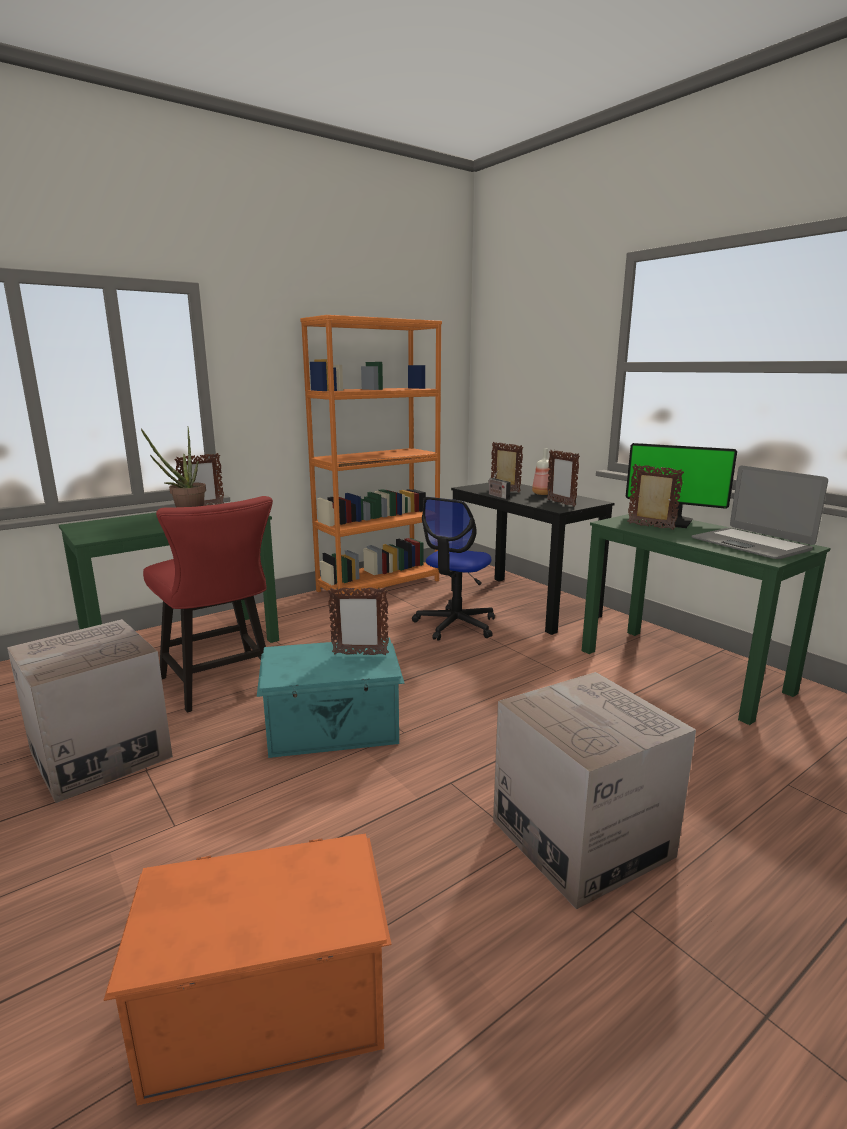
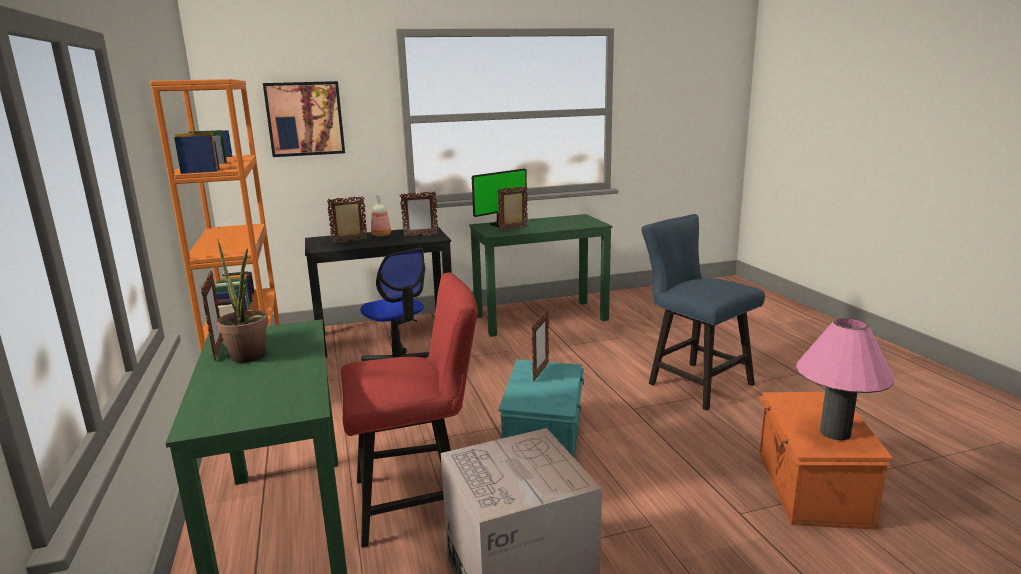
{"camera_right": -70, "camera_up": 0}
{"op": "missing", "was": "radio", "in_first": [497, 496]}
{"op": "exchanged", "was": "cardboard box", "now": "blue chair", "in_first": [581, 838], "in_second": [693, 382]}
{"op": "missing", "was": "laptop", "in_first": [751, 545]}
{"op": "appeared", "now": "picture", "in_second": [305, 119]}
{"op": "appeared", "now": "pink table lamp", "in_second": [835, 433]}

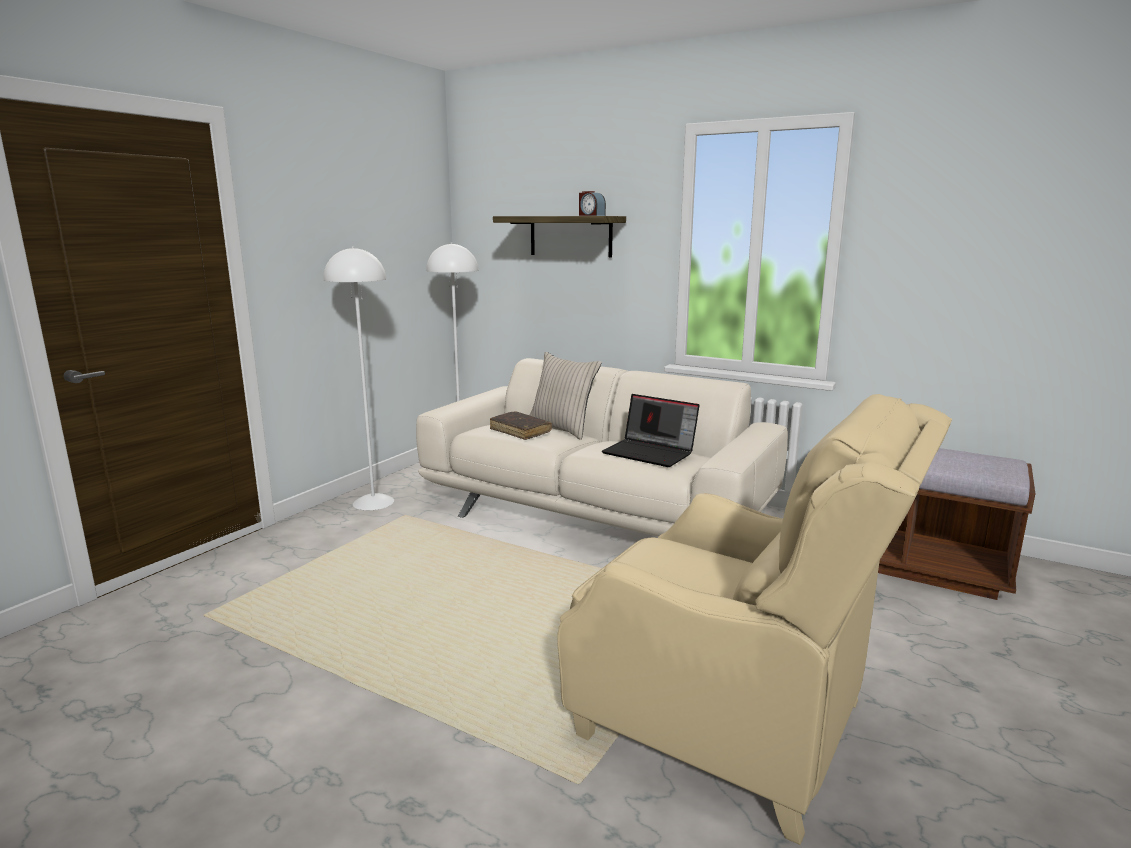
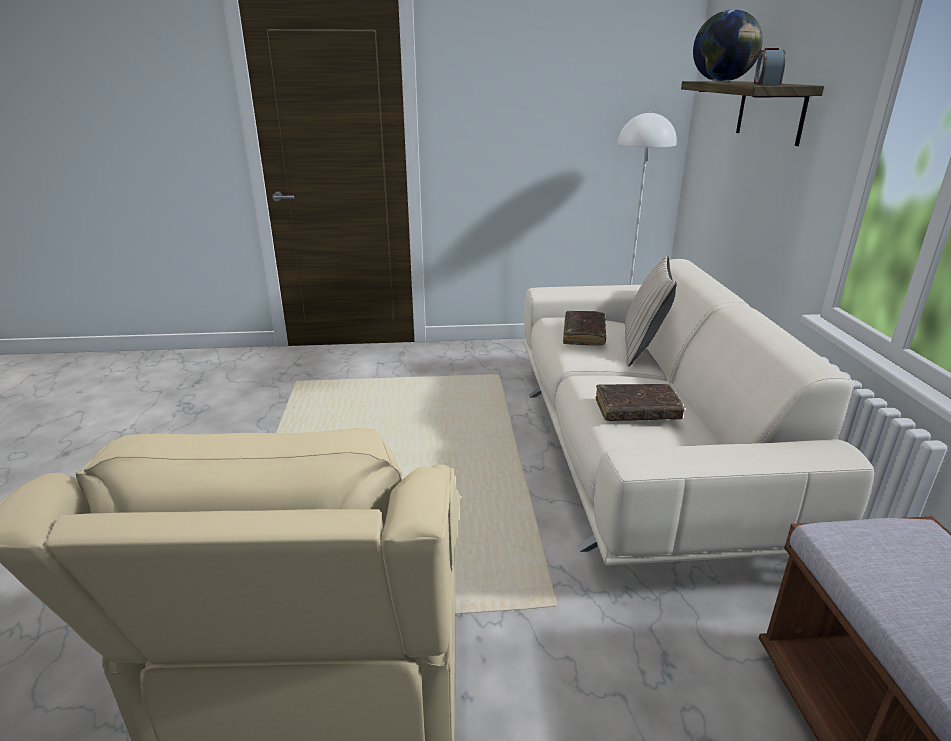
{"camera_right": 55, "camera_up": 10}
{"op": "missing", "was": "white floor lamp", "in_first": [373, 502]}
{"op": "exchanged", "was": "laptop", "now": "brown book", "in_first": [651, 452], "in_second": [637, 411]}
{"op": "appeared", "now": "globe", "in_second": [722, 81]}

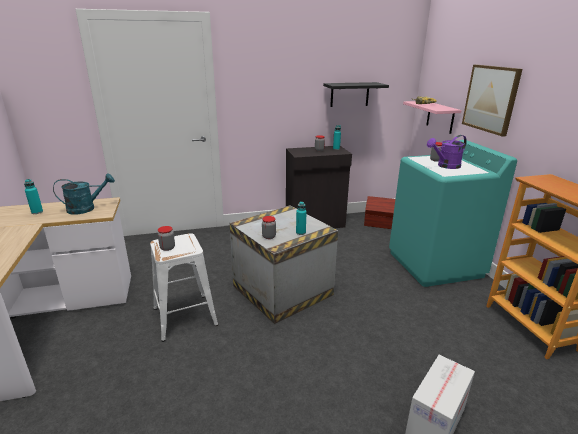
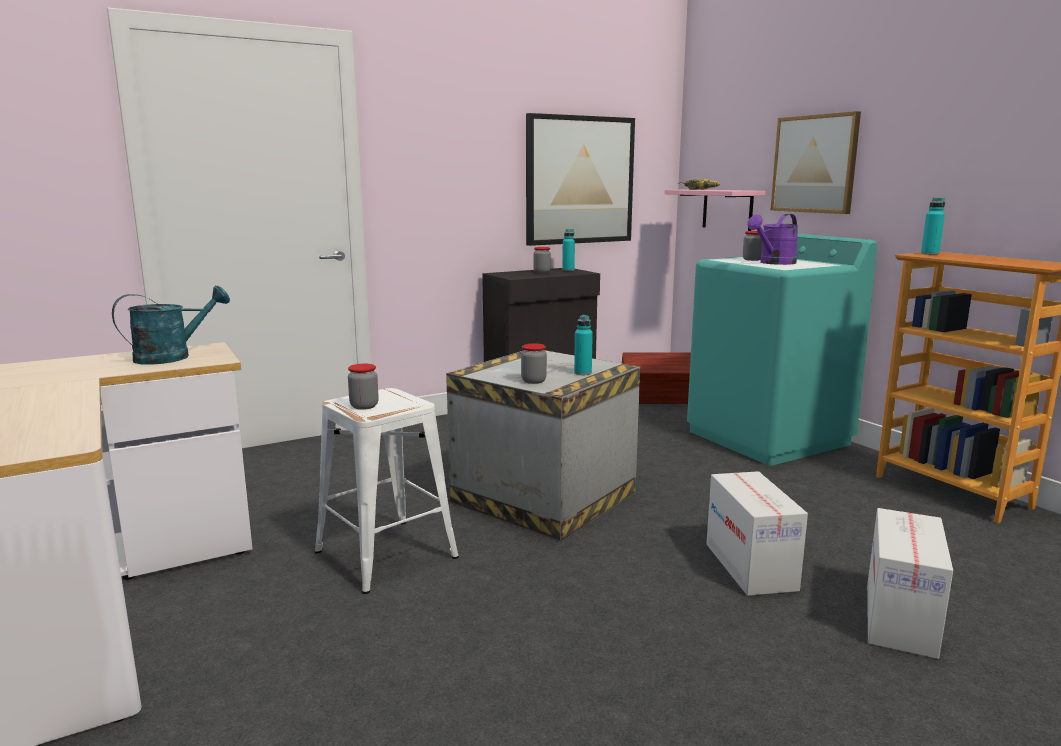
{"camera_right": -15, "camera_up": -10}
{"op": "relocated", "was": "turquoise bottle", "in_first": [37, 212], "in_second": [929, 254]}
{"op": "exchanged", "was": "black shelf", "now": "picture", "in_first": [349, 94], "in_second": [579, 180]}
{"op": "appeared", "now": "cardboard box", "in_second": [750, 566]}

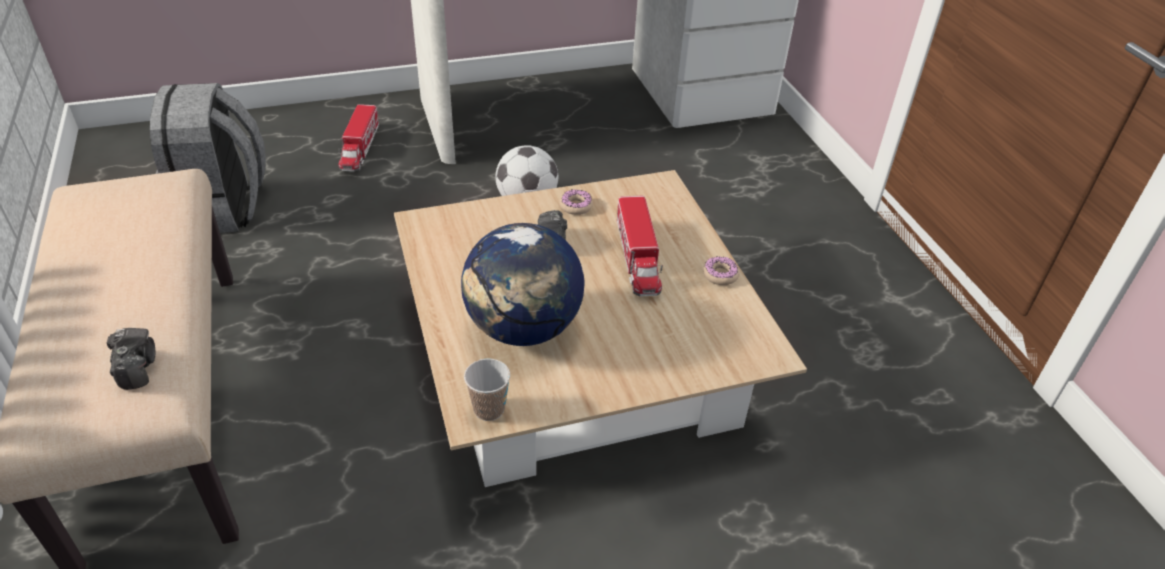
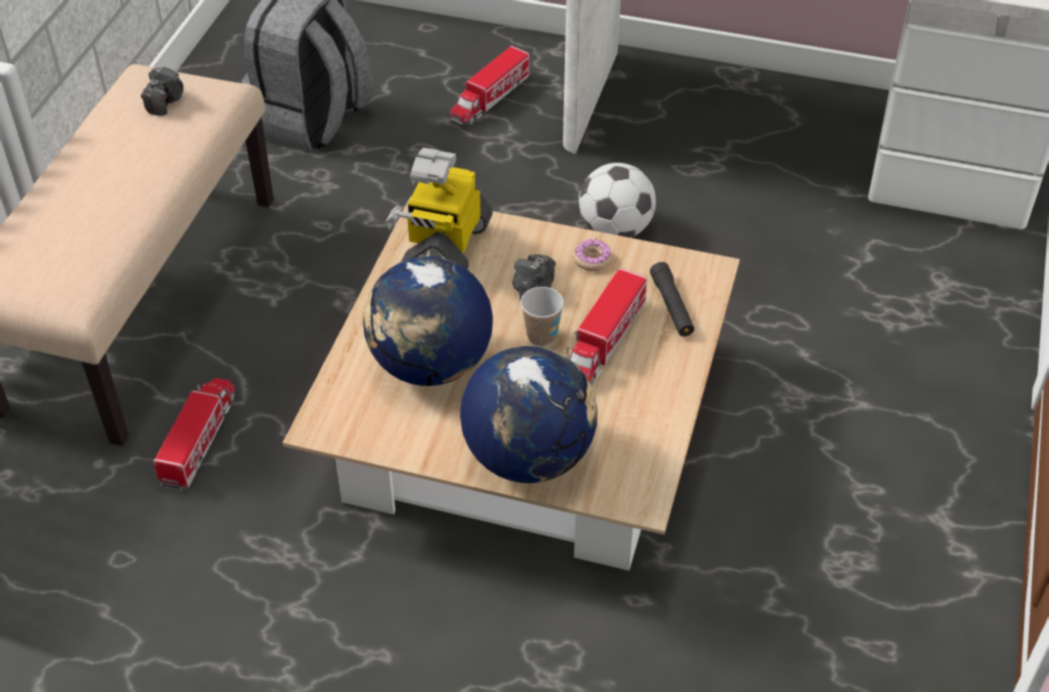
{"camera_right": 35, "camera_up": 5}
{"op": "relocated", "was": "photo camera", "in_first": [137, 367], "in_second": [166, 101]}
{"op": "relocated", "was": "cup", "in_first": [489, 409], "in_second": [541, 336]}
{"op": "missing", "was": "donut", "in_first": [720, 275]}
{"op": "appeared", "now": "toy truck", "in_second": [199, 439]}
{"op": "appeared", "now": "toy robot", "in_second": [444, 248]}
{"op": "appeared", "now": "globe", "in_second": [528, 456]}
{"op": "appeared", "now": "black flashlight", "in_second": [671, 306]}

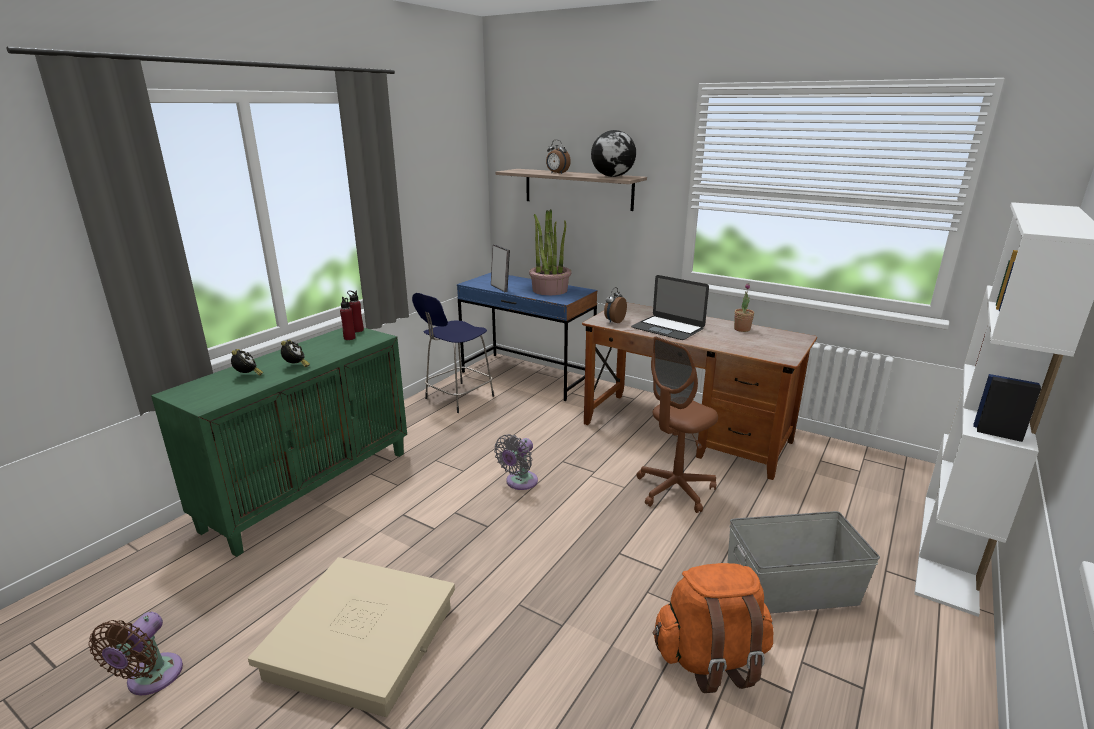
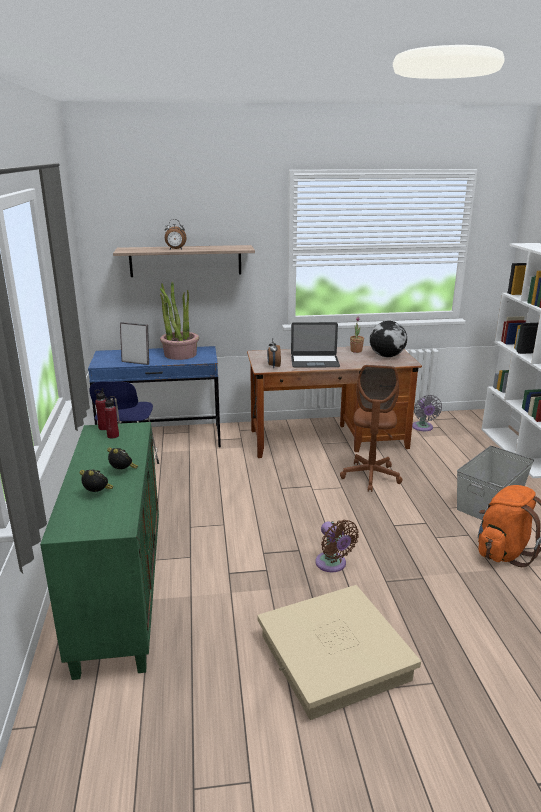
{"camera_right": -40, "camera_up": 0}
{"op": "relocated", "was": "brown fan", "in_first": [150, 679], "in_second": [332, 564]}
{"op": "relocated", "was": "grey fan", "in_first": [519, 482], "in_second": [423, 428]}
{"op": "relocated", "was": "globe", "in_first": [613, 176], "in_second": [387, 356]}

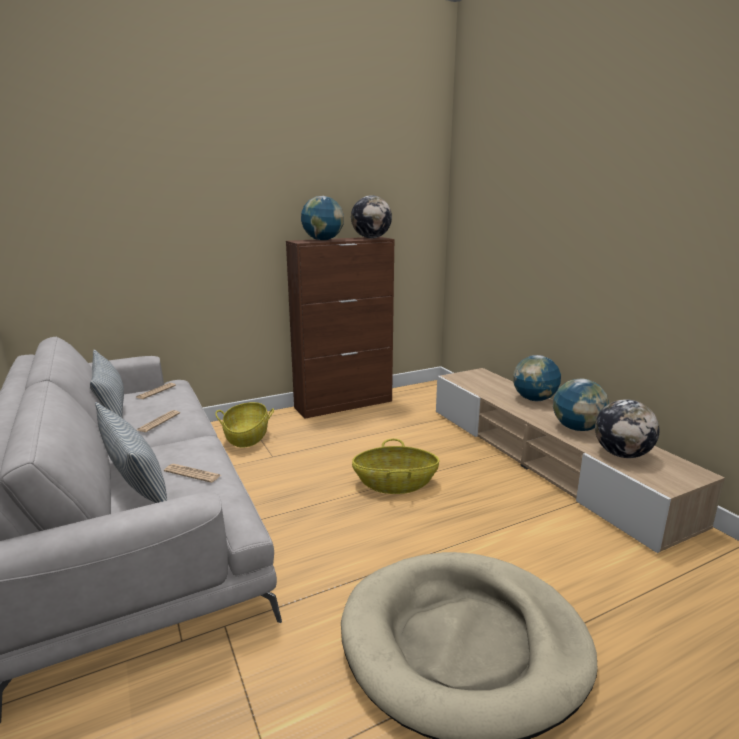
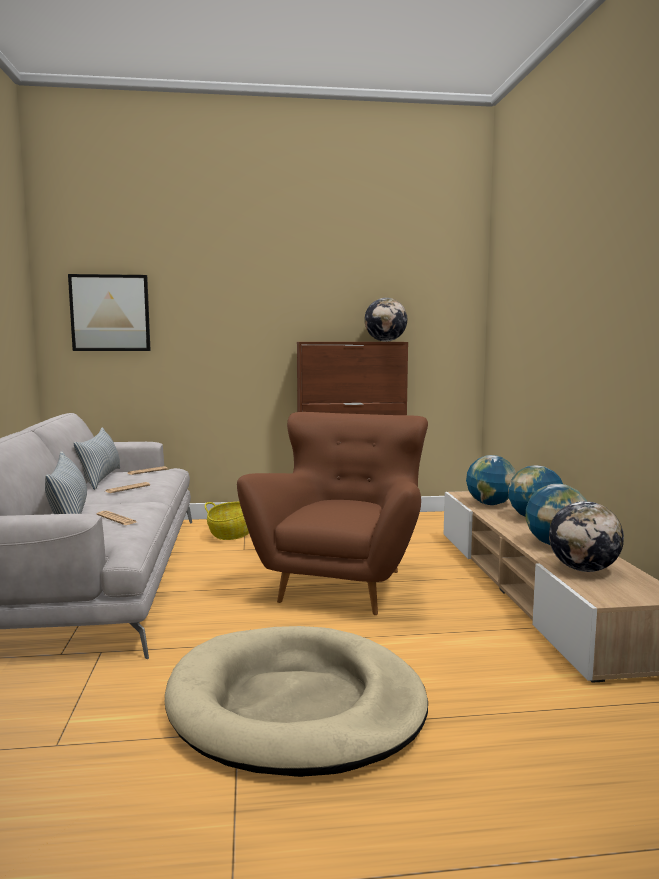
{"camera_right": 20, "camera_up": -10}
{"op": "relocated", "was": "globe", "in_first": [323, 240], "in_second": [490, 504]}
{"op": "exchanged", "was": "basket", "now": "brown armchair", "in_first": [395, 484], "in_second": [343, 584]}
{"op": "appeared", "now": "picture", "in_second": [110, 313]}

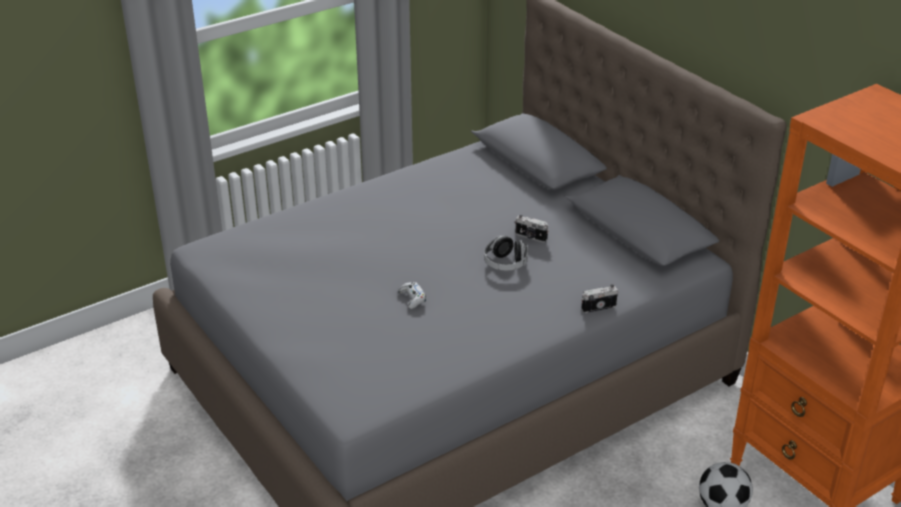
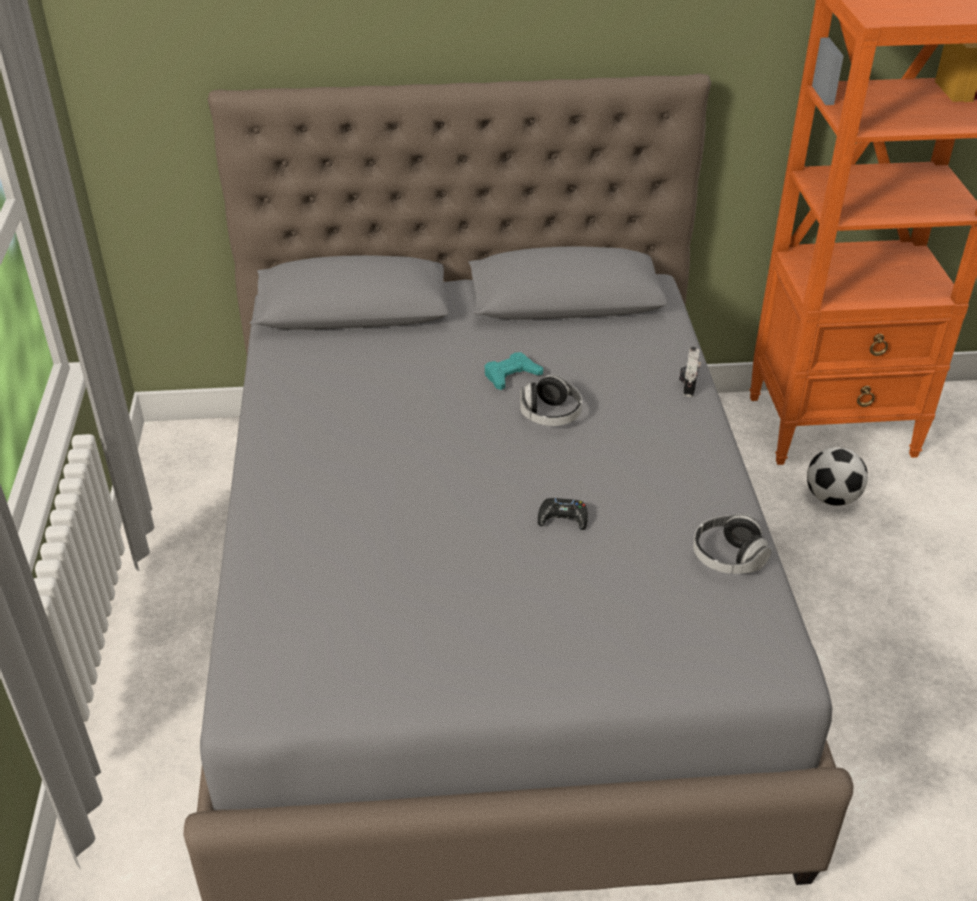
{"camera_right": -60, "camera_up": 5}
{"op": "colour", "was": "white game controller", "now": "black game controller", "in_first": [412, 298], "in_second": [562, 519]}
{"op": "exchanged", "was": "photo camera", "now": "turquoise game controller", "in_first": [530, 237], "in_second": [511, 375]}
{"op": "appeared", "now": "headphones", "in_second": [728, 557]}

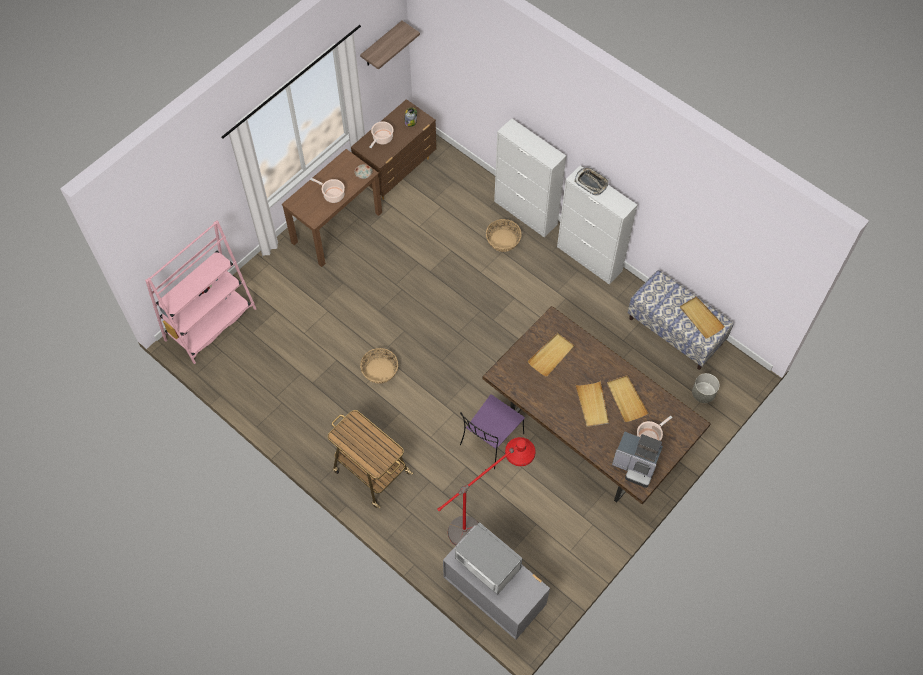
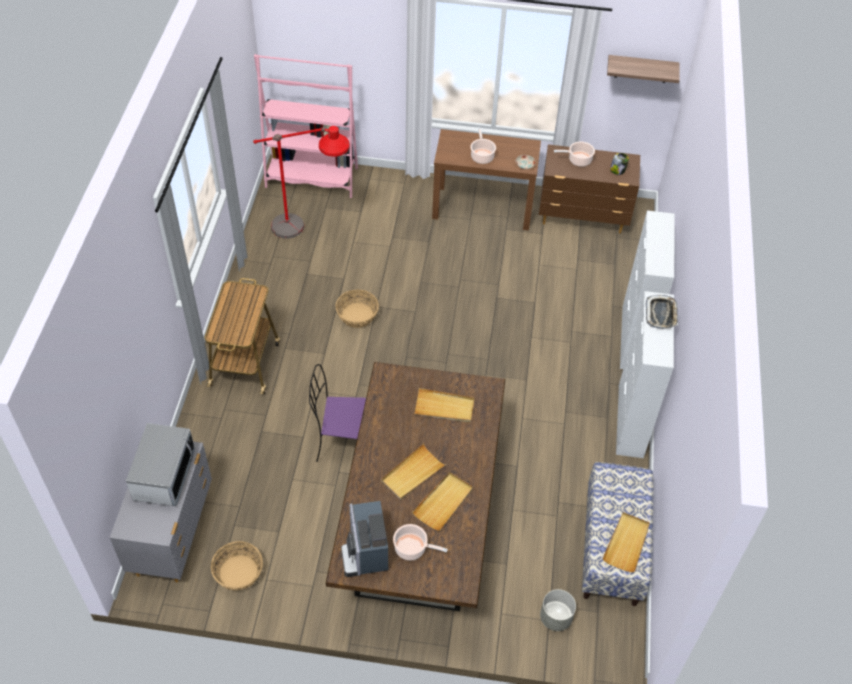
{"camera_right": 55, "camera_up": -10}
{"op": "relocated", "was": "red floor lamp", "in_first": [484, 520], "in_second": [308, 234]}
{"op": "relocated", "was": "basket", "in_first": [503, 240], "in_second": [238, 573]}

